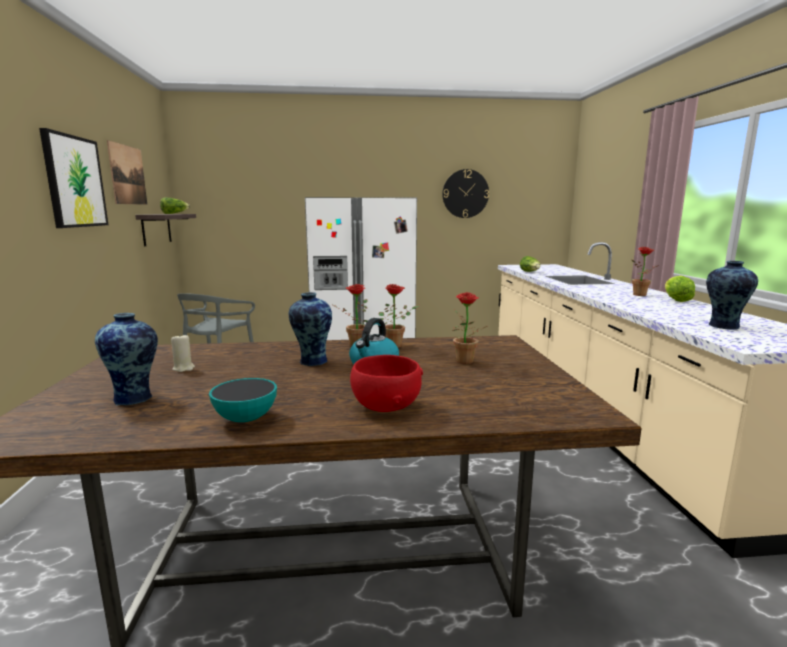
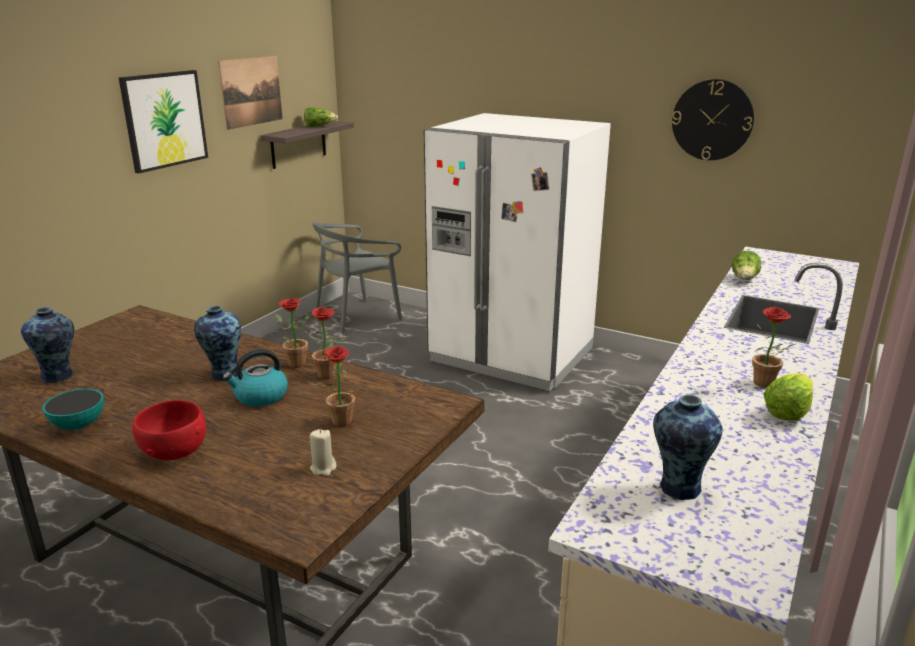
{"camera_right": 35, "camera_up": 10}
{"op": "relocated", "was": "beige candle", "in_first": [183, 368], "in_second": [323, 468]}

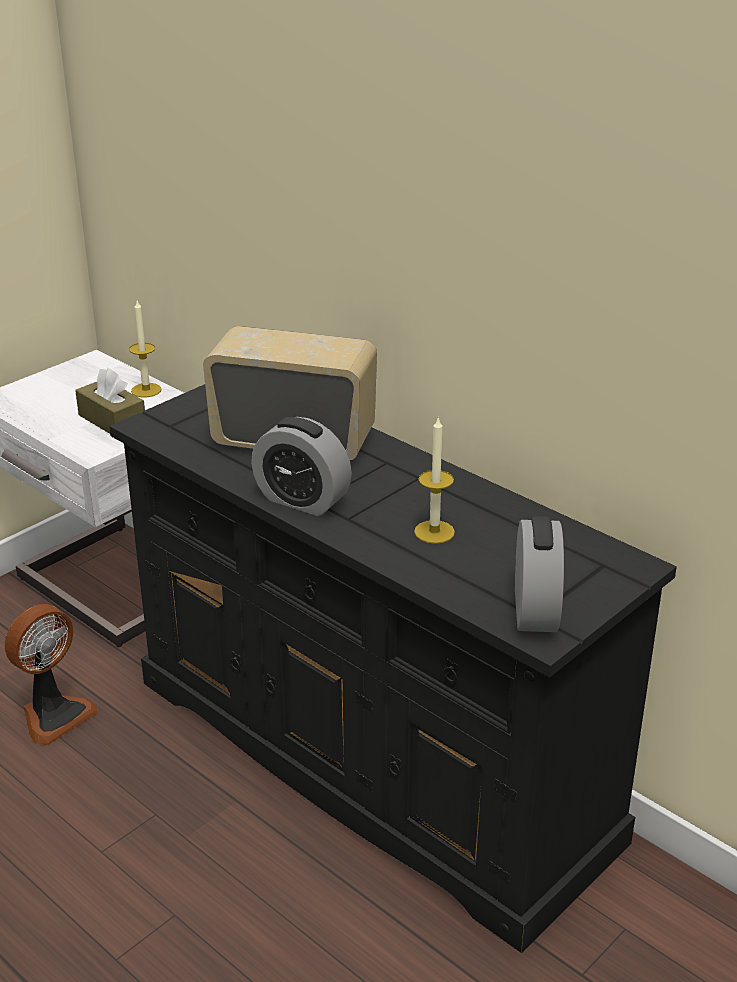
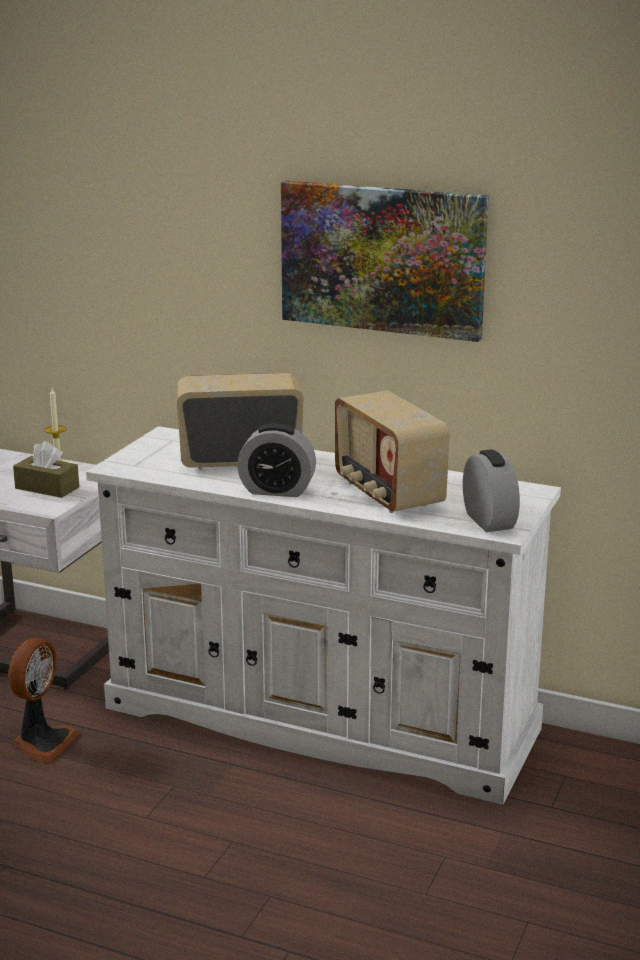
{"camera_right": -20, "camera_up": -10}
{"op": "colour", "was": "black dresser", "now": "white dresser", "in_first": [372, 758], "in_second": [323, 718]}
{"op": "exchanged", "was": "candle", "now": "radio", "in_first": [434, 532], "in_second": [387, 493]}
{"op": "appeared", "now": "picture", "in_second": [383, 258]}

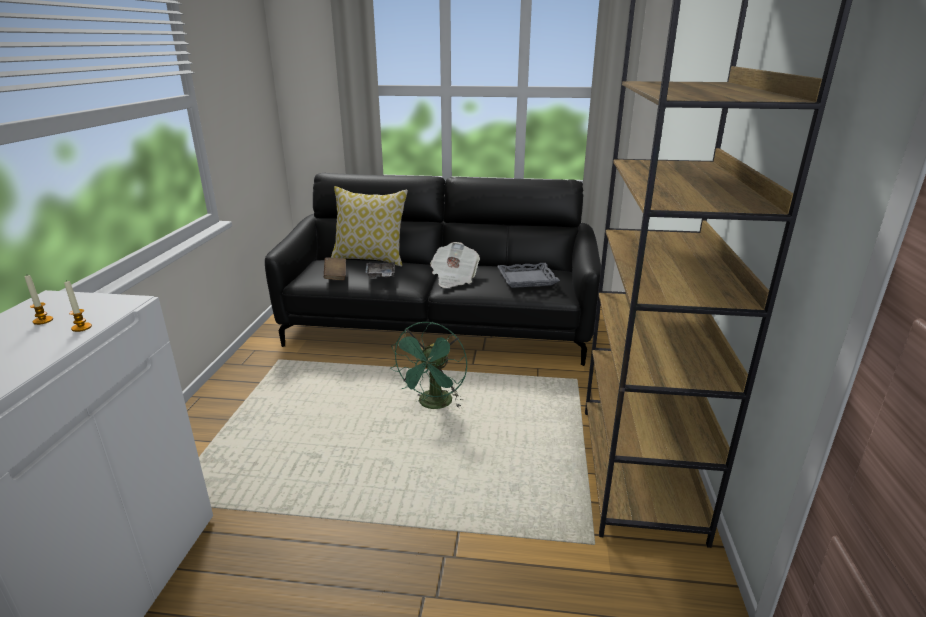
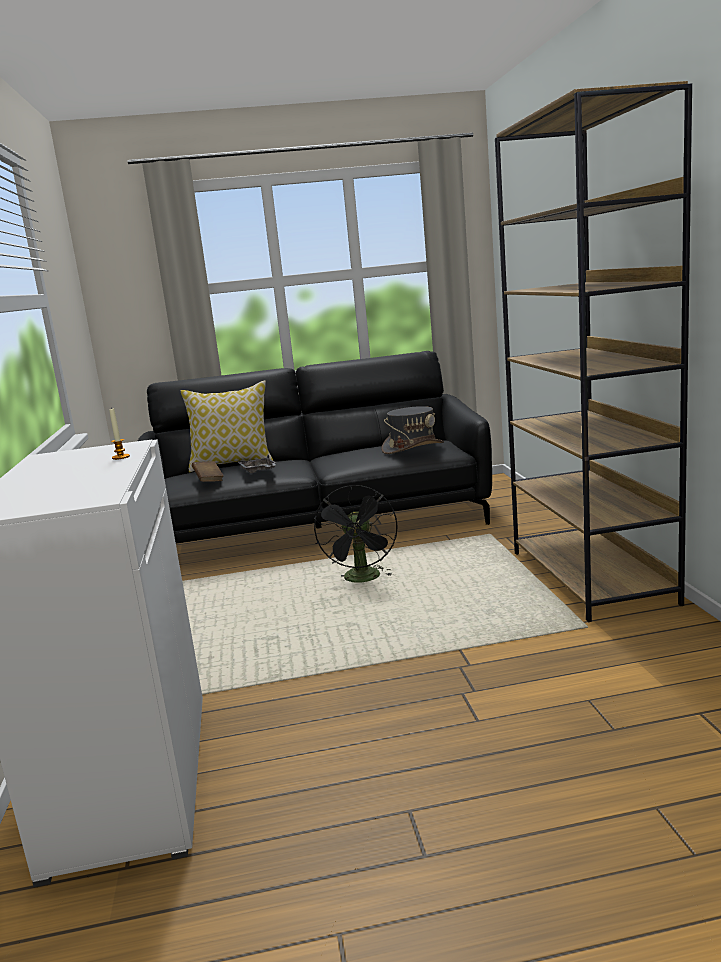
{"camera_right": -15, "camera_up": -10}
{"op": "missing", "was": "candle", "in_first": [43, 320]}
{"op": "colour", "was": "green fan", "now": "black fan", "in_first": [433, 405], "in_second": [363, 580]}
{"op": "missing", "was": "newspaper", "in_first": [454, 278]}
{"op": "exchanged", "was": "grey tray", "now": "grey hat", "in_first": [527, 279], "in_second": [413, 447]}

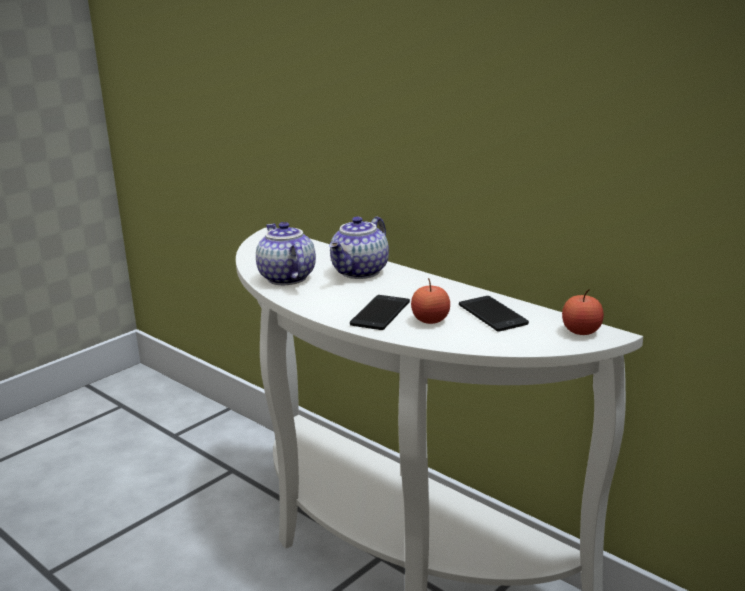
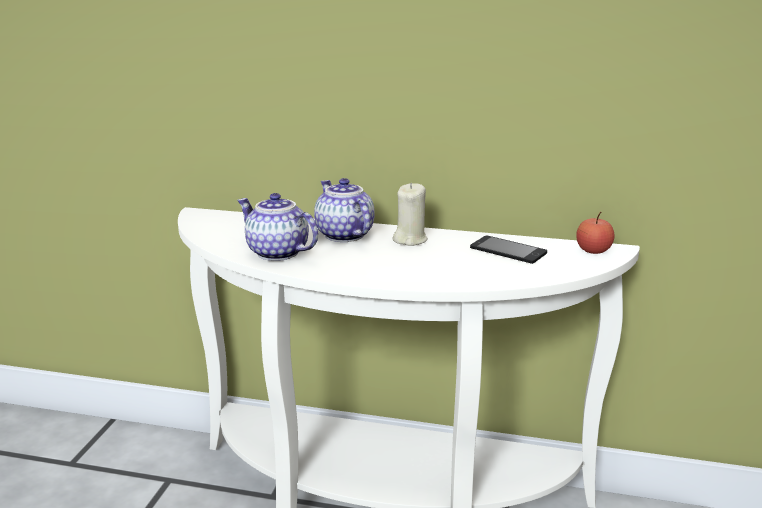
{"camera_right": -30, "camera_up": 0}
{"op": "spun", "was": "teapot", "in_first": [361, 272], "in_second": [343, 235], "clockwise": 150}
{"op": "missing", "was": "phone", "in_first": [380, 313]}
{"op": "missing", "was": "apple", "in_first": [430, 320]}
{"op": "appeared", "now": "beige candle", "in_second": [410, 239]}

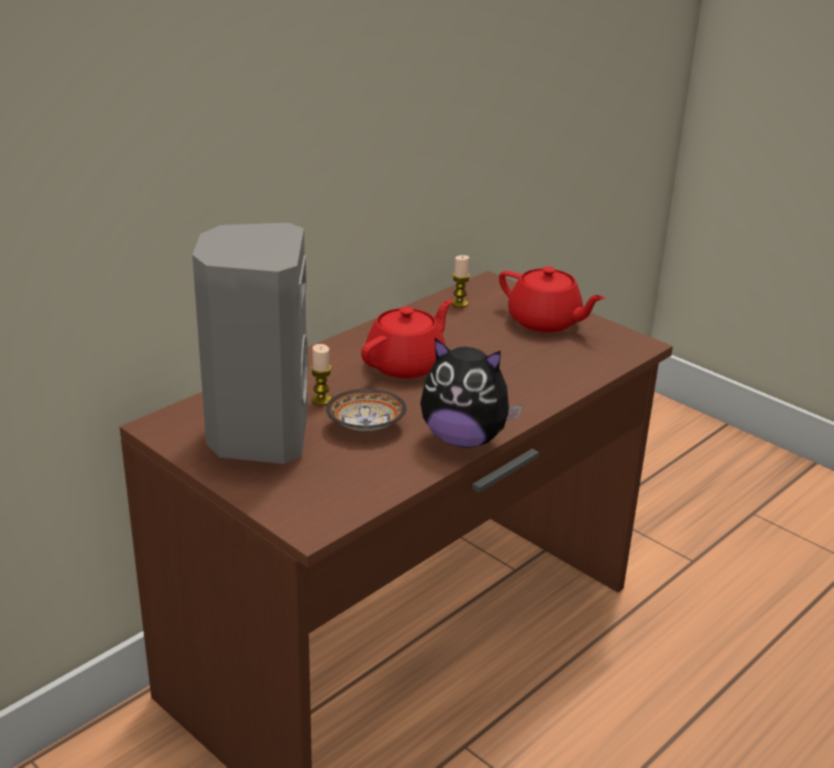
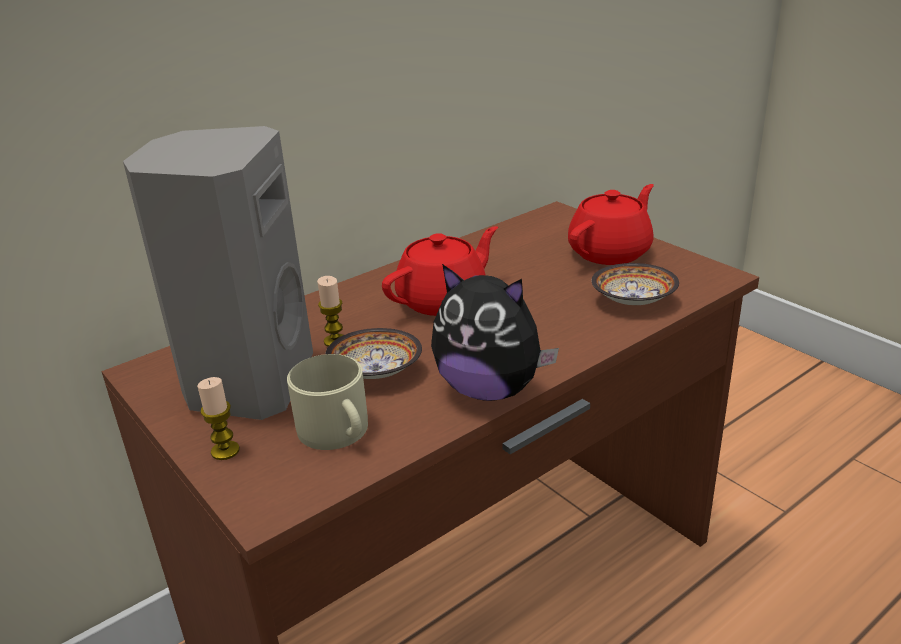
{"camera_right": 10, "camera_up": 0}
{"op": "relocated", "was": "candle", "in_first": [459, 304], "in_second": [225, 451]}
{"op": "spun", "was": "red teapot", "in_first": [545, 322], "in_second": [611, 252], "clockwise": -90}
{"op": "appeared", "now": "beige mug", "in_second": [337, 432]}
{"op": "appeared", "now": "bowl", "in_second": [633, 302]}

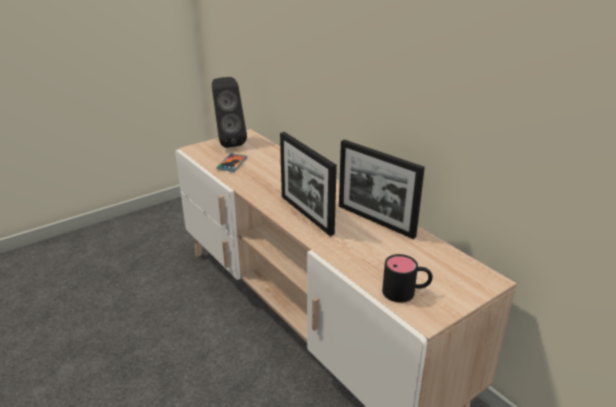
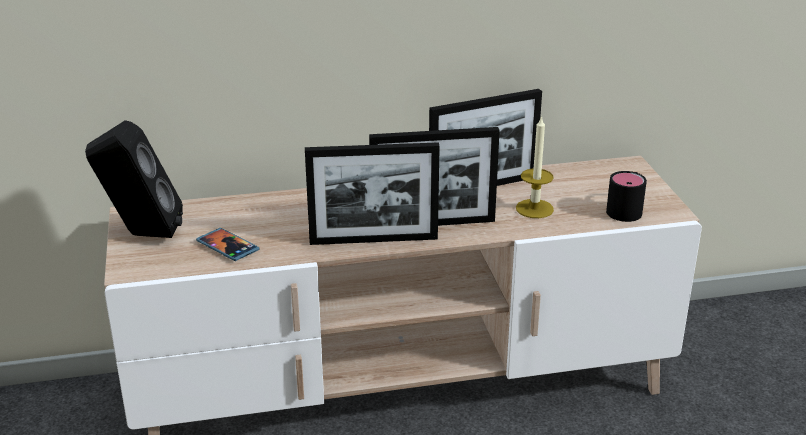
{"camera_right": -65, "camera_up": 0}
{"op": "appeared", "now": "picture frame", "in_second": [373, 240]}
{"op": "appeared", "now": "candle", "in_second": [534, 209]}

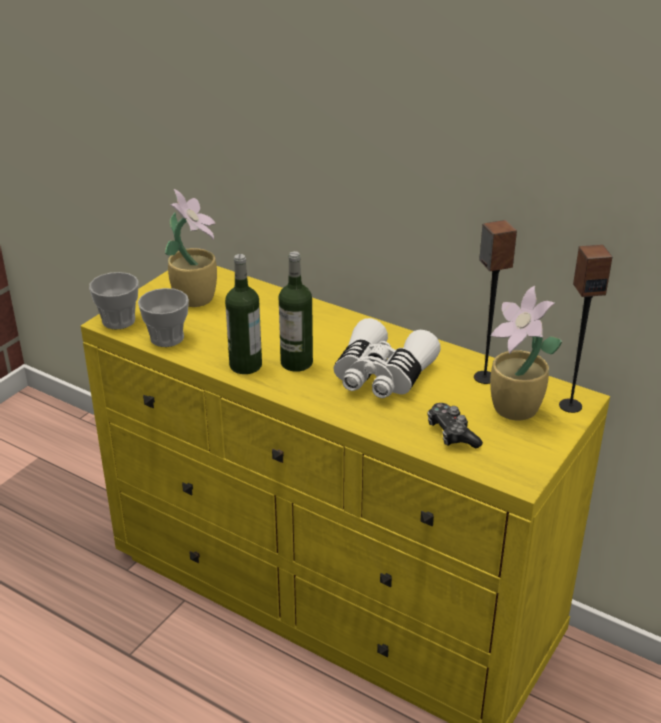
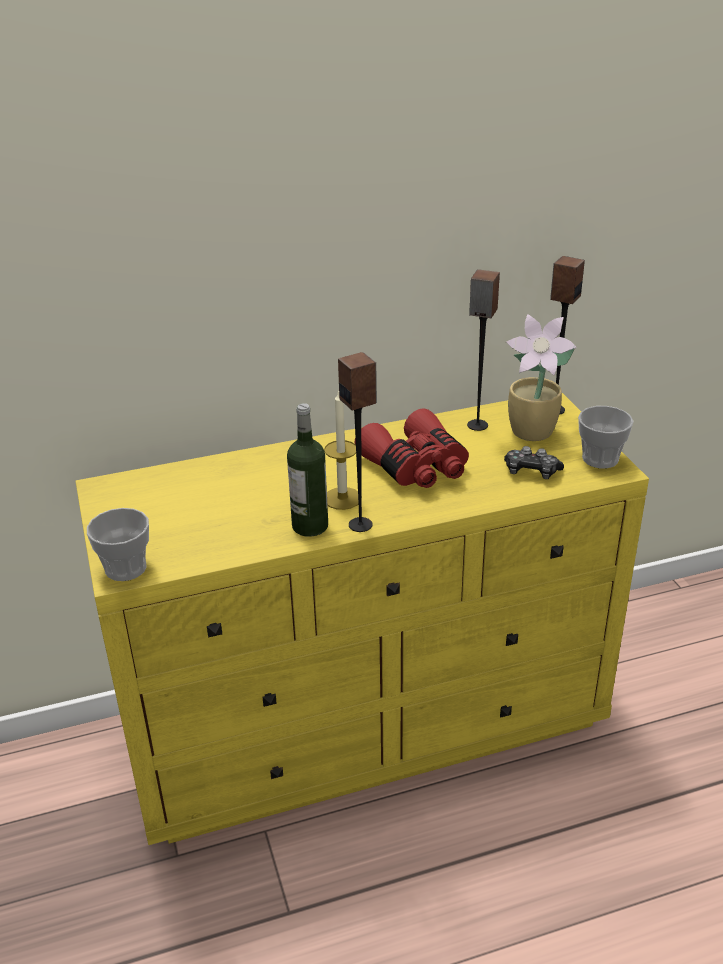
{"camera_right": -50, "camera_up": 0}
{"op": "relocated", "was": "cup", "in_first": [167, 338], "in_second": [600, 459]}
{"op": "missing", "was": "potted plant", "in_first": [196, 297]}
{"op": "exchanged", "was": "bottle", "now": "candle", "in_first": [296, 363], "in_second": [342, 498]}
{"op": "colour", "was": "white binoculars", "now": "red binoculars", "in_first": [381, 376], "in_second": [417, 467]}
{"op": "appeared", "now": "speaker", "in_second": [361, 524]}

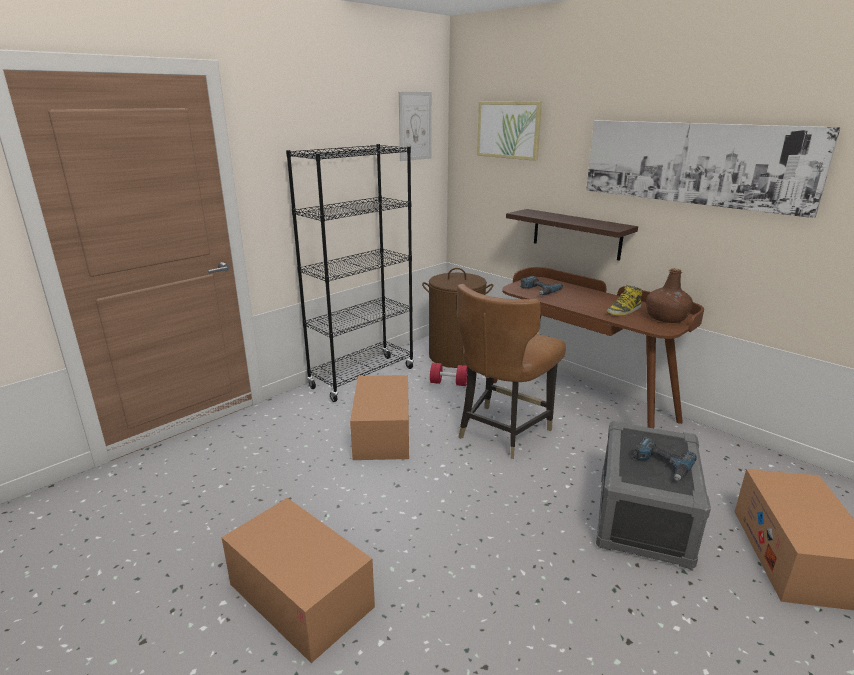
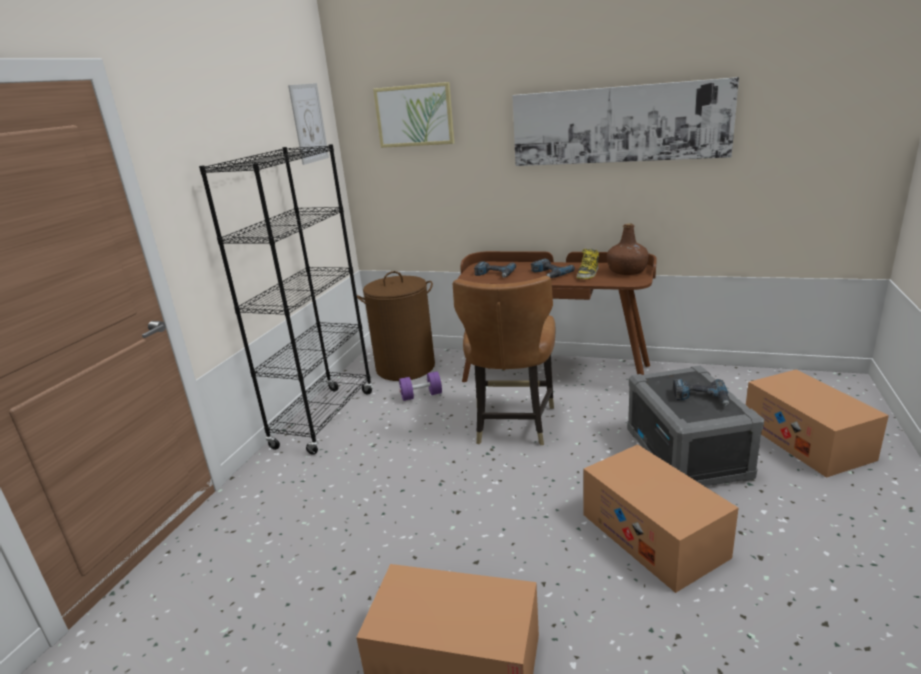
{"camera_right": -25, "camera_up": 0}
{"op": "relocated", "was": "cardboard box", "in_first": [382, 433], "in_second": [653, 535]}
{"op": "colour", "was": "red dumbbell", "now": "purple dumbbell", "in_first": [448, 383], "in_second": [421, 395]}
{"op": "missing", "was": "shelf", "in_first": [576, 234]}
{"op": "appeared", "now": "power drill", "in_second": [549, 274]}

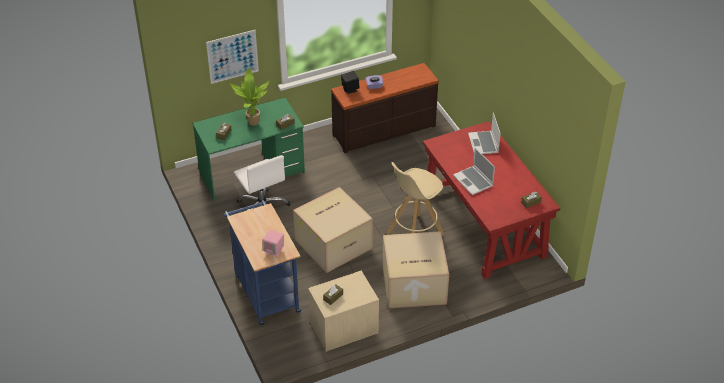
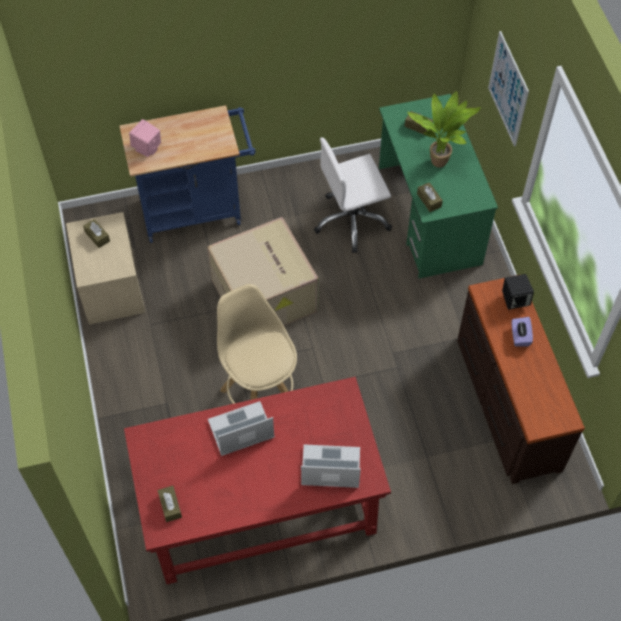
{"camera_right": 100, "camera_up": 15}
{"op": "missing", "was": "cardboard box", "in_first": [413, 285]}

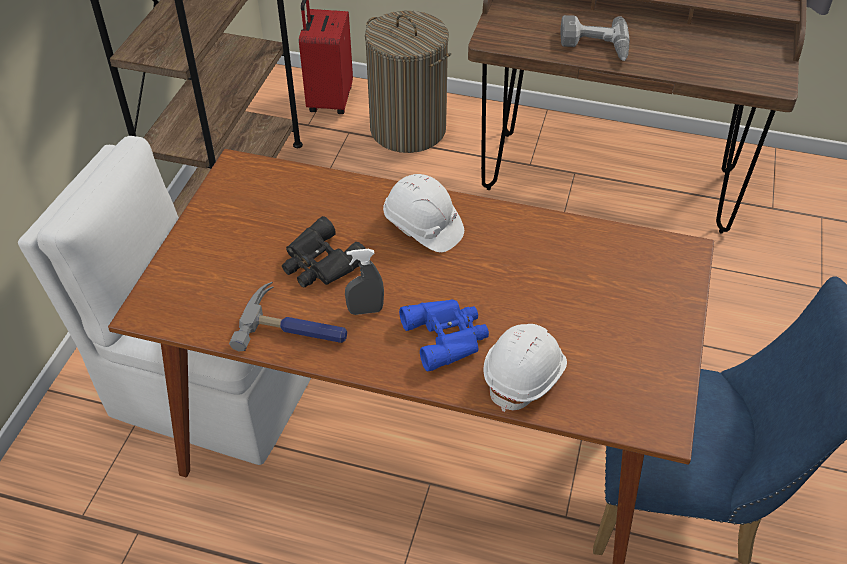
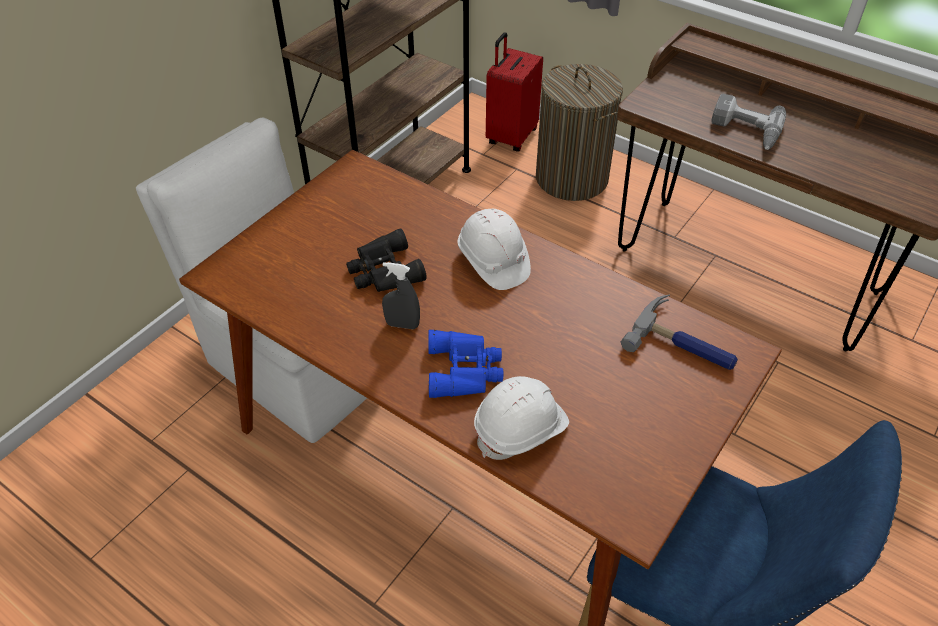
{"camera_right": 20, "camera_up": 0}
{"op": "relocated", "was": "hammer", "in_first": [296, 328], "in_second": [685, 344]}

